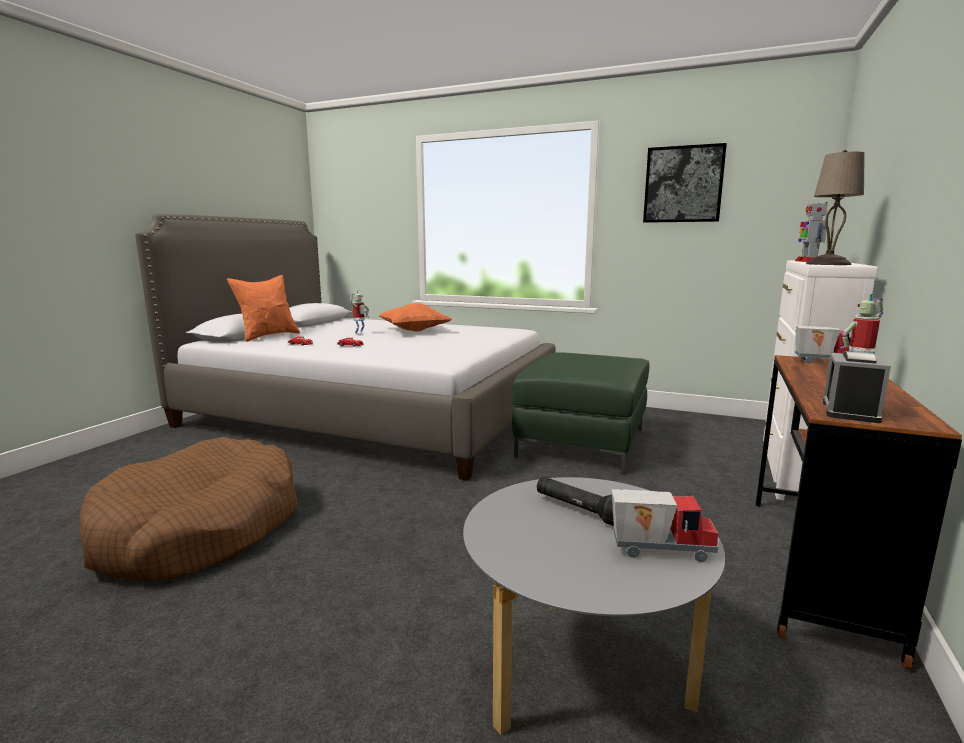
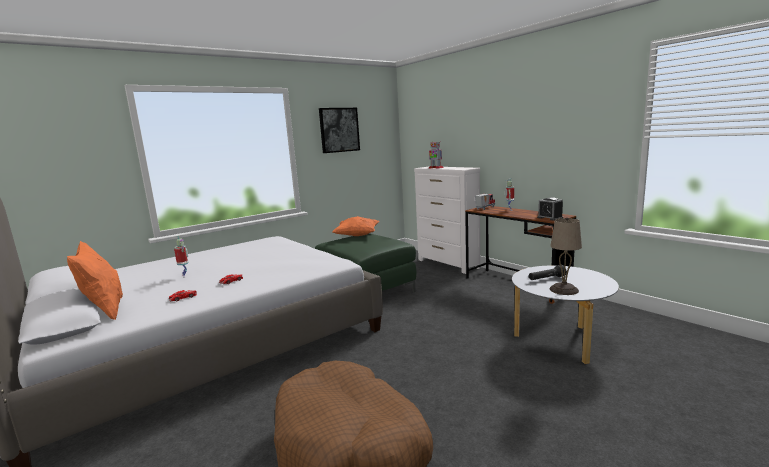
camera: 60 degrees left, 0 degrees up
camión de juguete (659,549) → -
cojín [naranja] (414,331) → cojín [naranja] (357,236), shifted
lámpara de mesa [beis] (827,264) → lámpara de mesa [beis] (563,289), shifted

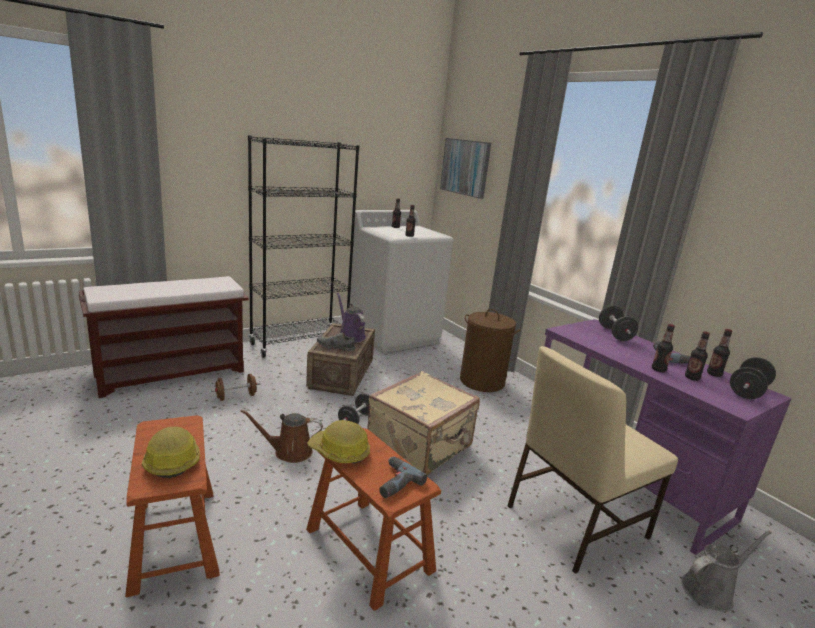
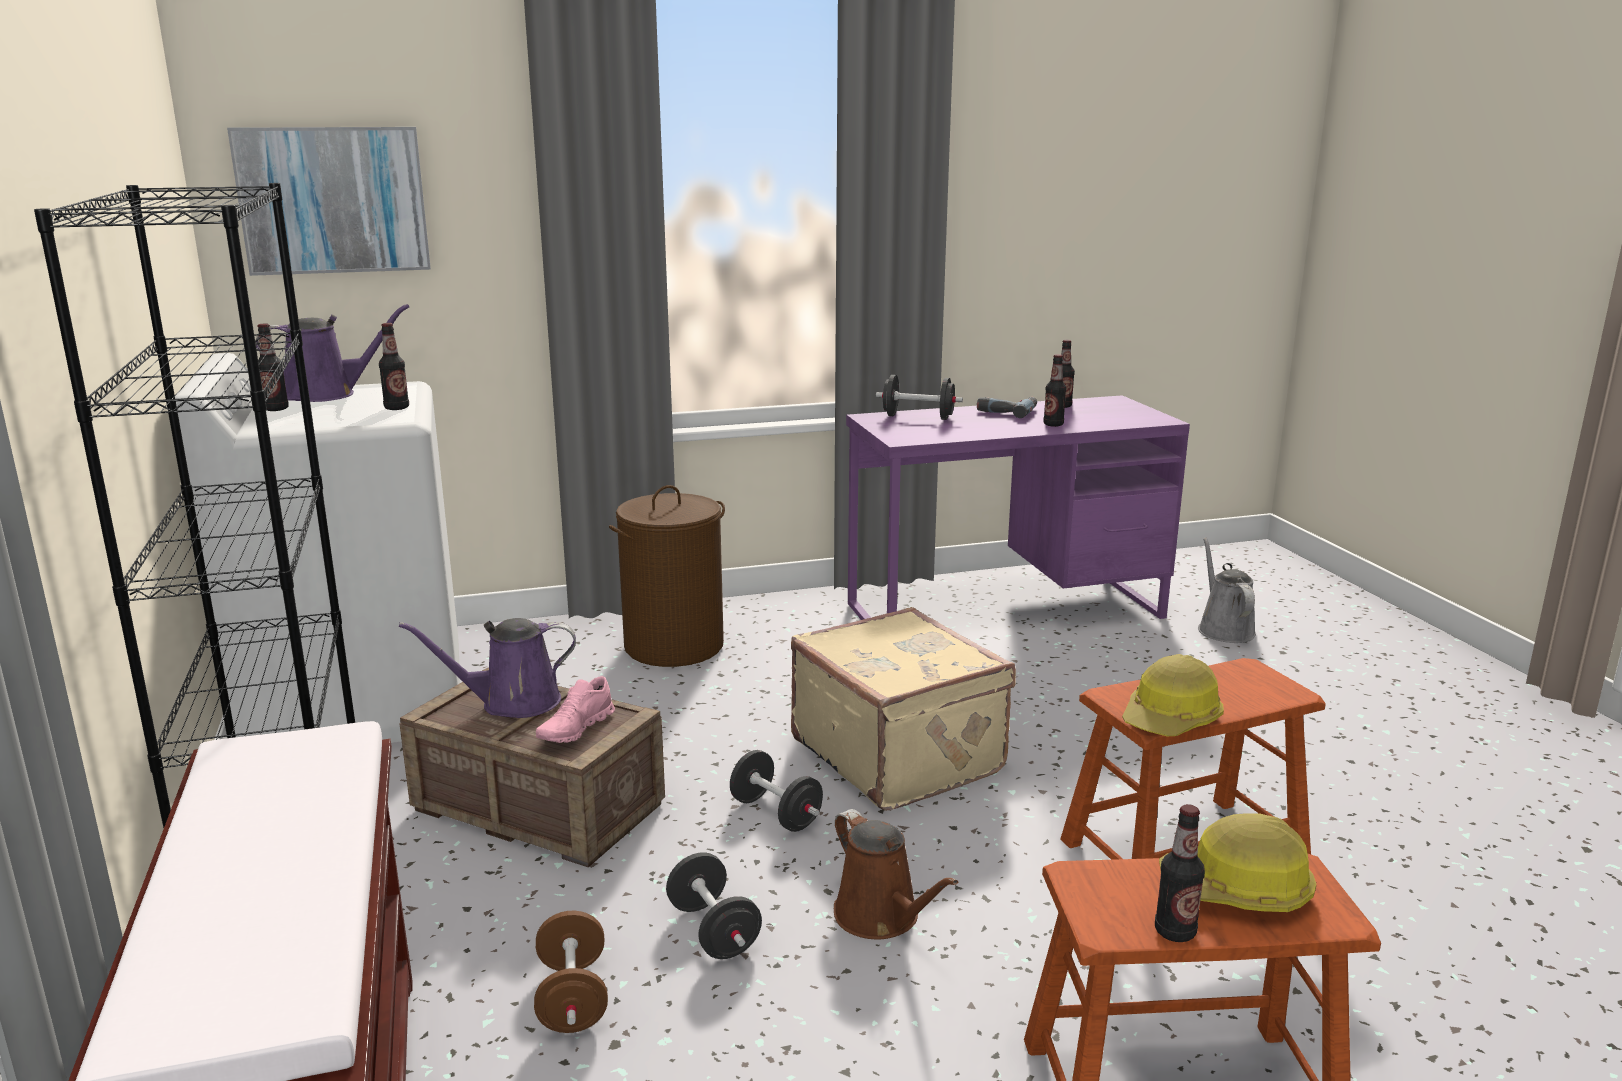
camera: 70 degrees left, 0 degrees up
taladro (393,482) → -
silla [beis] (574,521) → -
- → regadera [morado] (327,394)
botella (692,378) → botella (1175,932), shifted
mancuerna [negro] (748,391) → mancuerna [negro] (713,931), shifted
zapato [gris] (335,347) → zapato [rosa] (576,729)
regadera [marrón] (289,452) → regadera [marrón] (881,917), 45 degrees counterclockwise

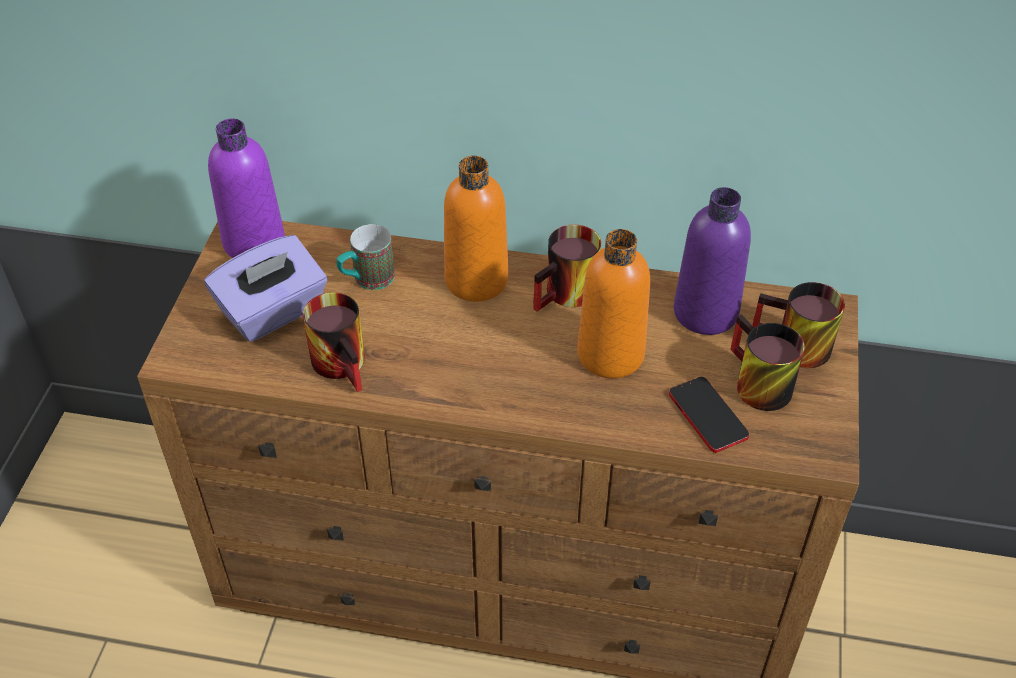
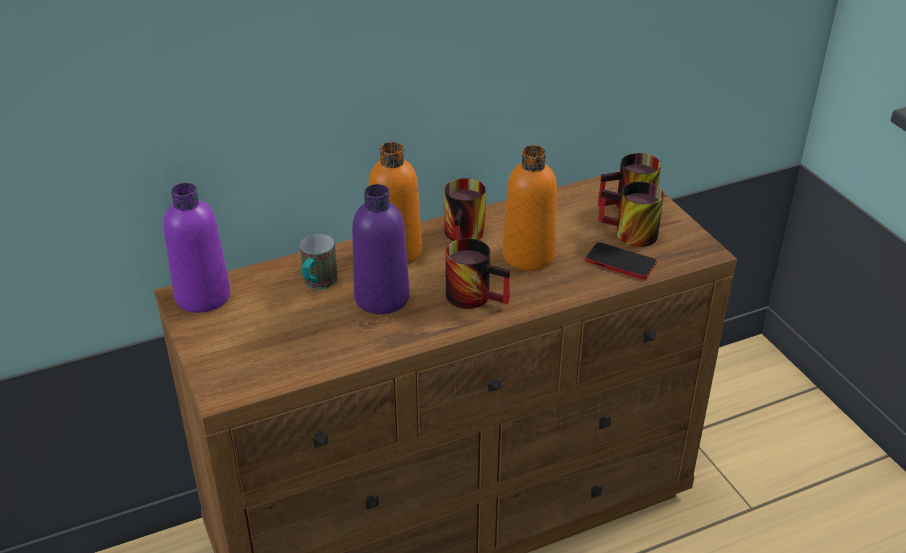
camera: 35 degrees left, 10 degrees down
caja de pañuelos [morado] (273,312) → -
taza grande (346,363) → taza grande (476,295), shifted
botella [morado] (705,312) → botella [morado] (382,298), shifted

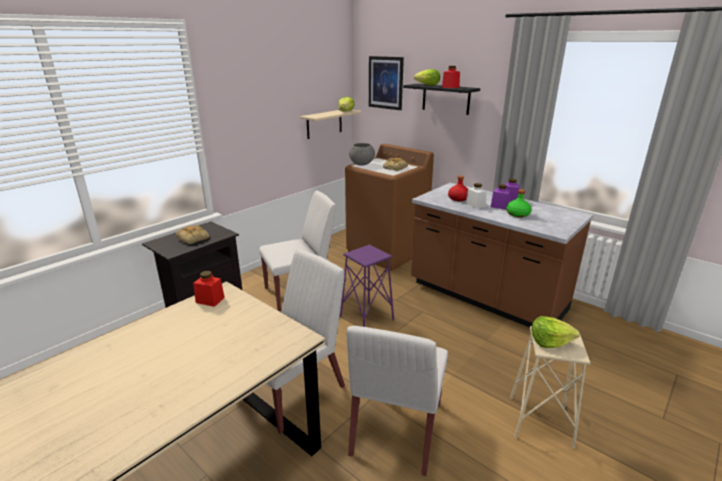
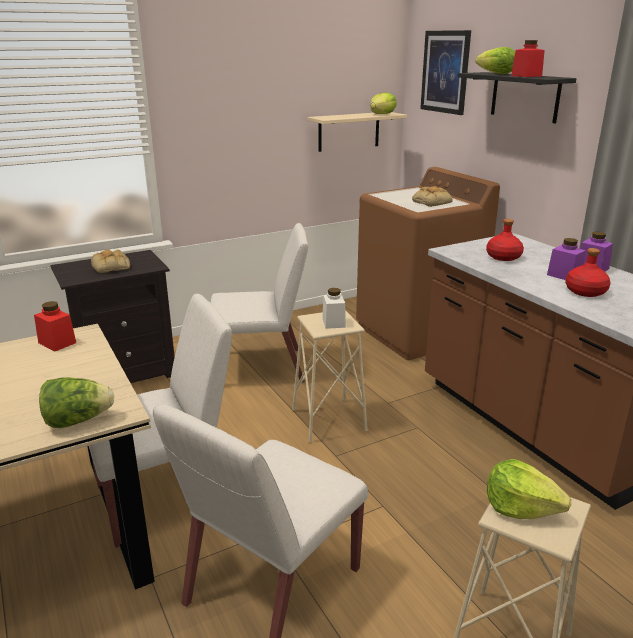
camera: 20 degrees right, 0 degrees up
cuenco [gris] (362,164) → -
- → lechuga (78,420)
tarro [blanco] (475,205) → tarro [blanco] (333,322), shifted
taburete [morado] (366,318) → taburete [beis] (328,420)
botella [verde] (517,214) → botella [rojo] (585,291)

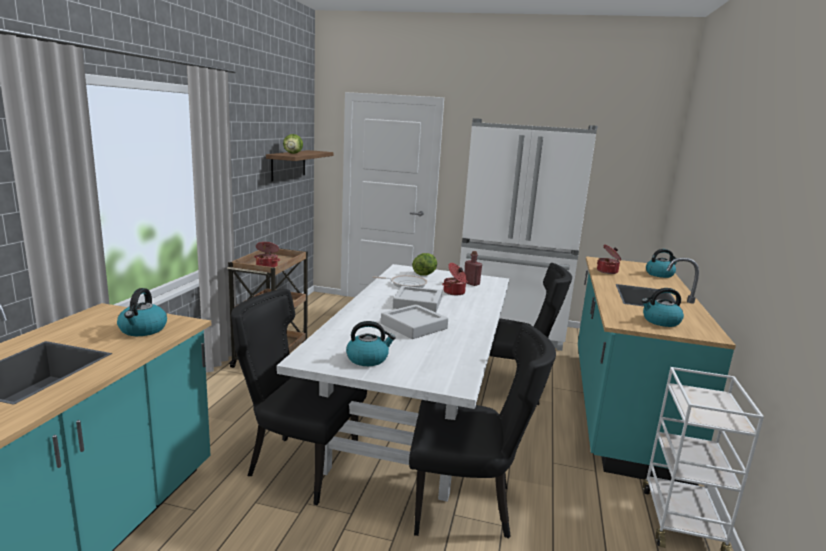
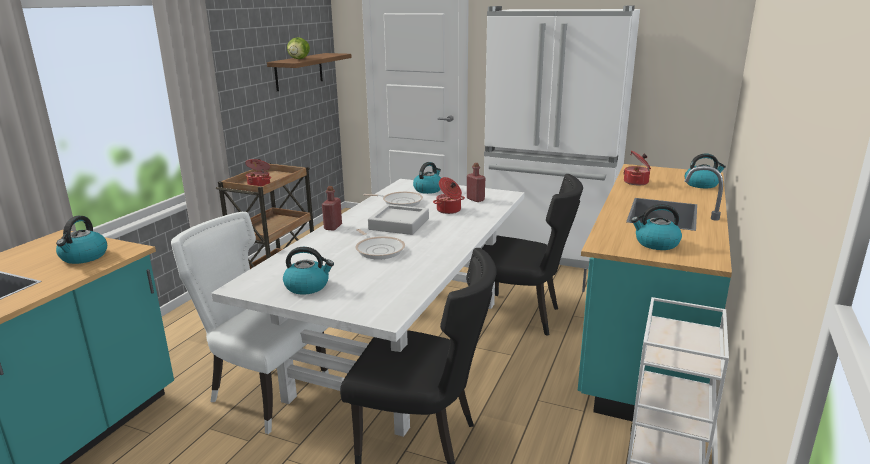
camera: 10 degrees right, 5 degrees up
- → botella [rojo] (333,227)
bandeja [gris] (414,326) → sartén (379,250)
lechuga (424,274) → hervidor (428,189)
silla [negro] (299,464) → silla [blanco] (265,392)

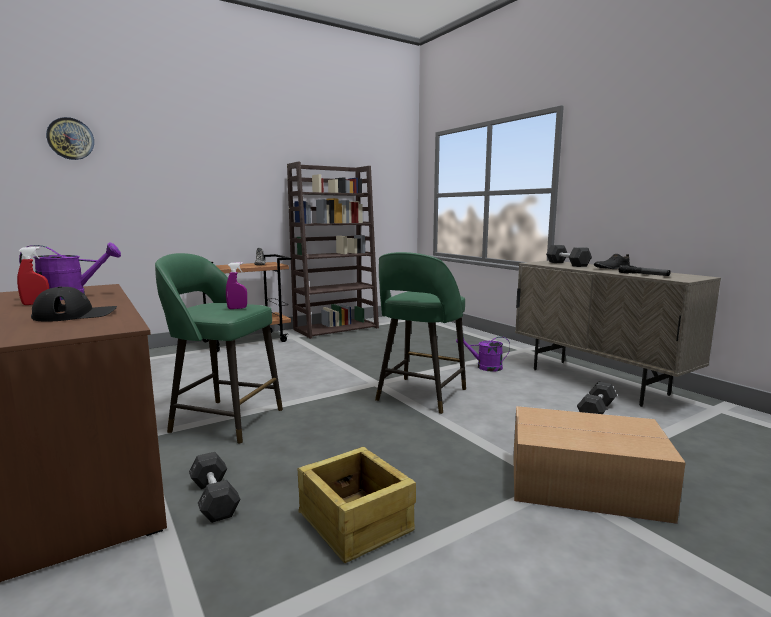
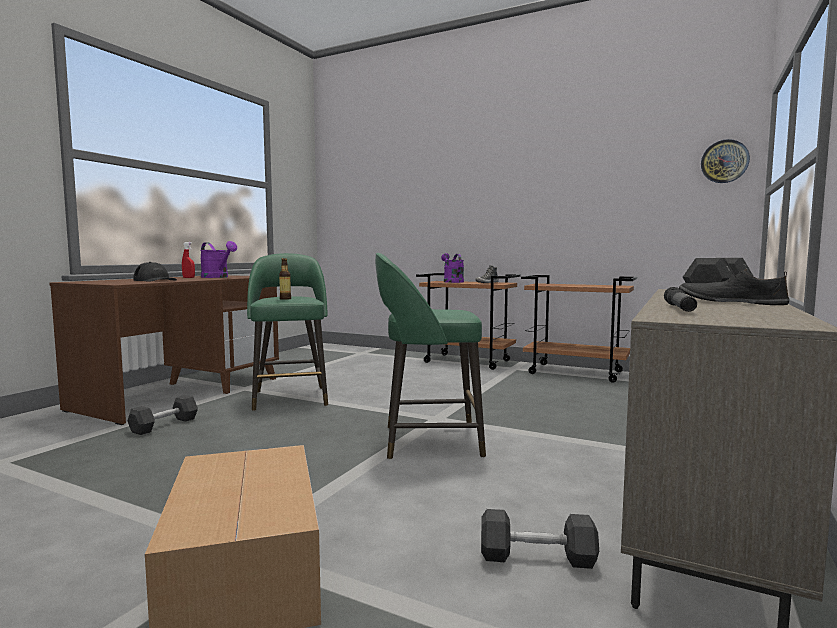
camera: 60 degrees right, 5 degrees down
caja de embalaje (355,523) → -
reloj de pared (70,139) → reloj de pared (724,161), shifted
regadera [morado] (484,367) → regadera [morado] (452,281), shifted
pulverizador [morado] (237,308) → botella (285,299)
estantería [marrón] (336,328) → carrito [marrón] (576,373)

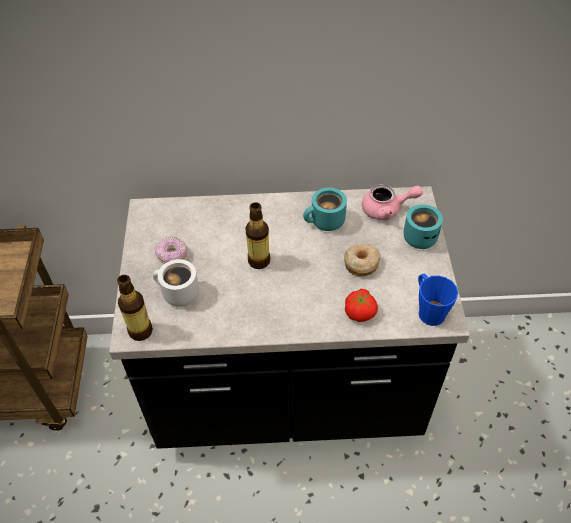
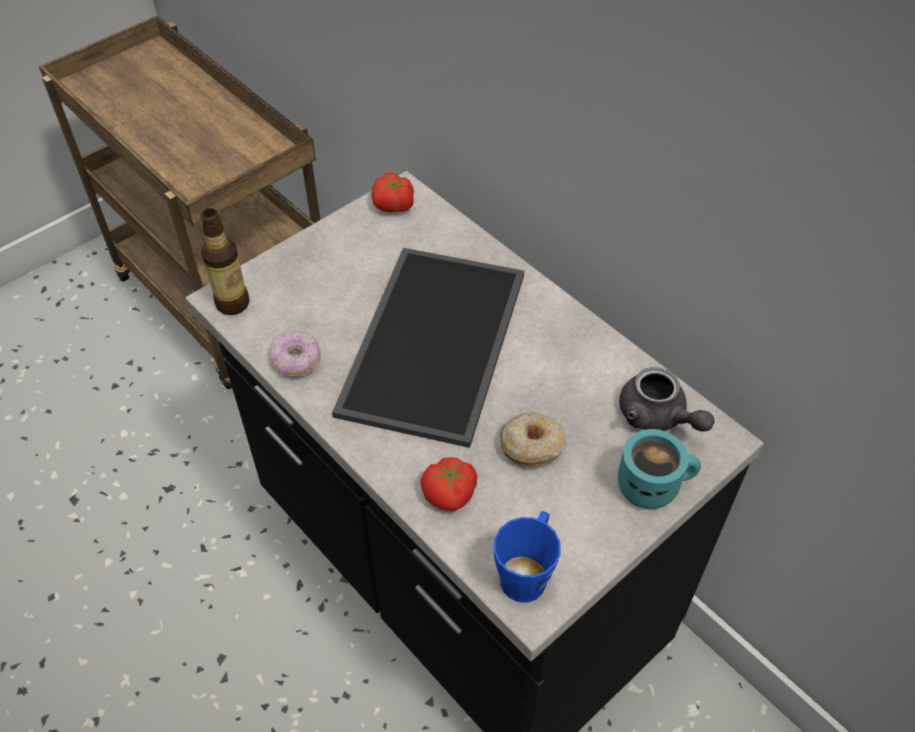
camera: 50 degrees right, 0 degrees up
taza grande [blanco] (177,294) → -
taza grande [turquesa] (325,223) → -
- → tomate (393,205)
rosquilla (172,256) → rosquilla (296,361), shifted
botella (259,261) → bandeja (431,340)
tetera [rosa] (387,209) → tetera [gris] (658,417)

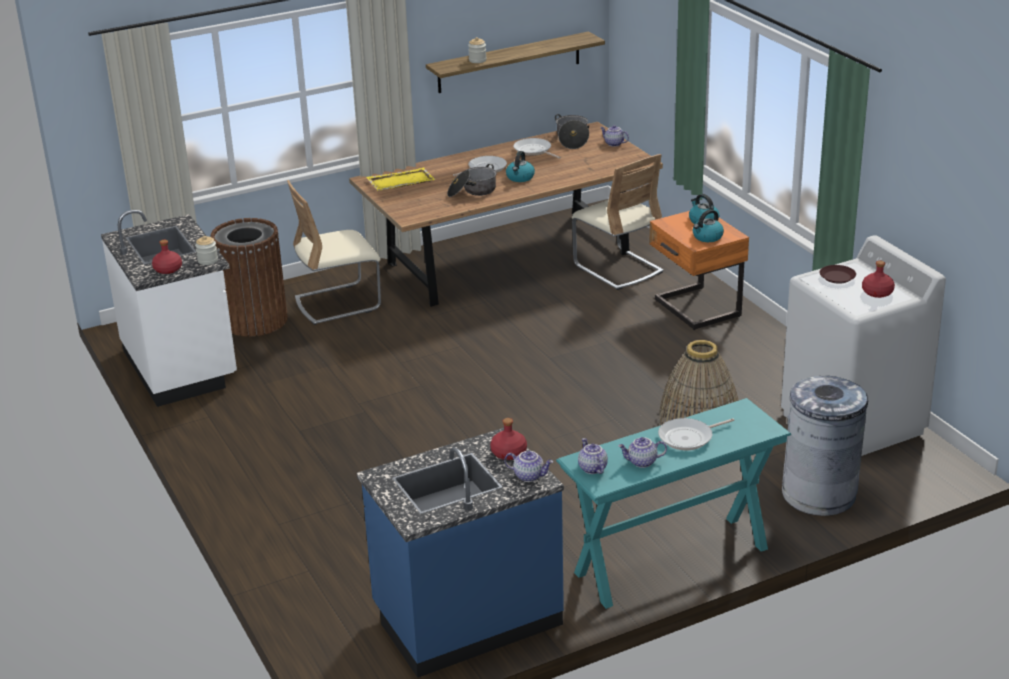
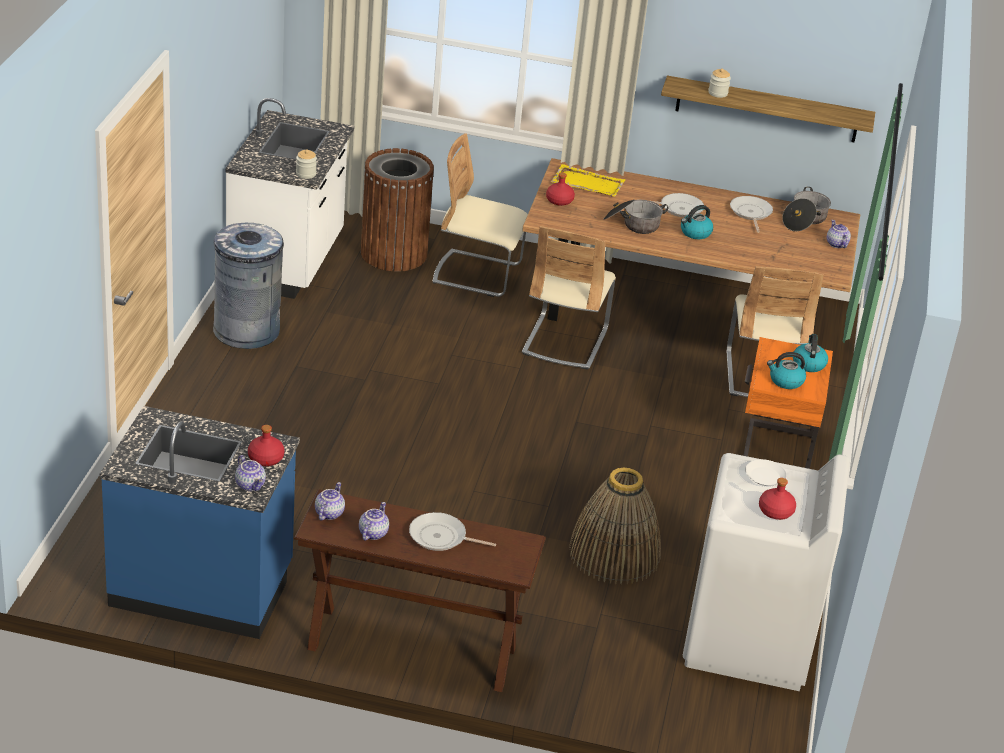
camera: 35 degrees right, 5 degrees up
- → silla [beis] (565,341)
botella [rojo] (167,269) → botella [rojo] (559,200), shifted
papelera [gris] (819,494) → papelera [gris] (247,330), shifted
mesa consola [turquesa] (671,561) → mesa consola [marrón] (411,648)
plato [marrón] (837,277) → plato [blanco] (765,477)
tetera (642,462) → tetera (372,533), 75 degrees clockwise

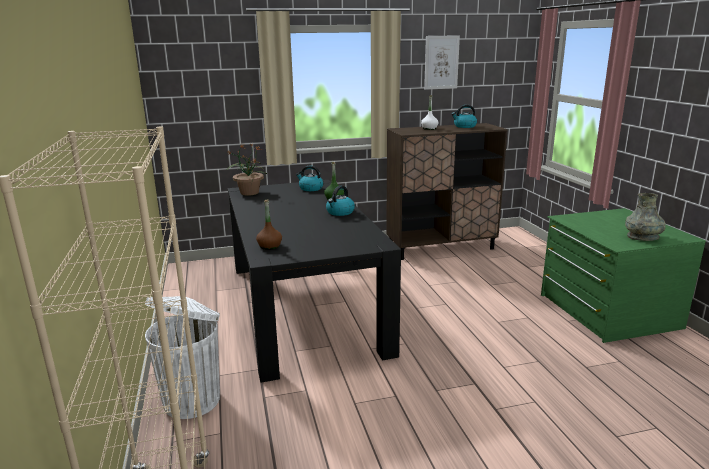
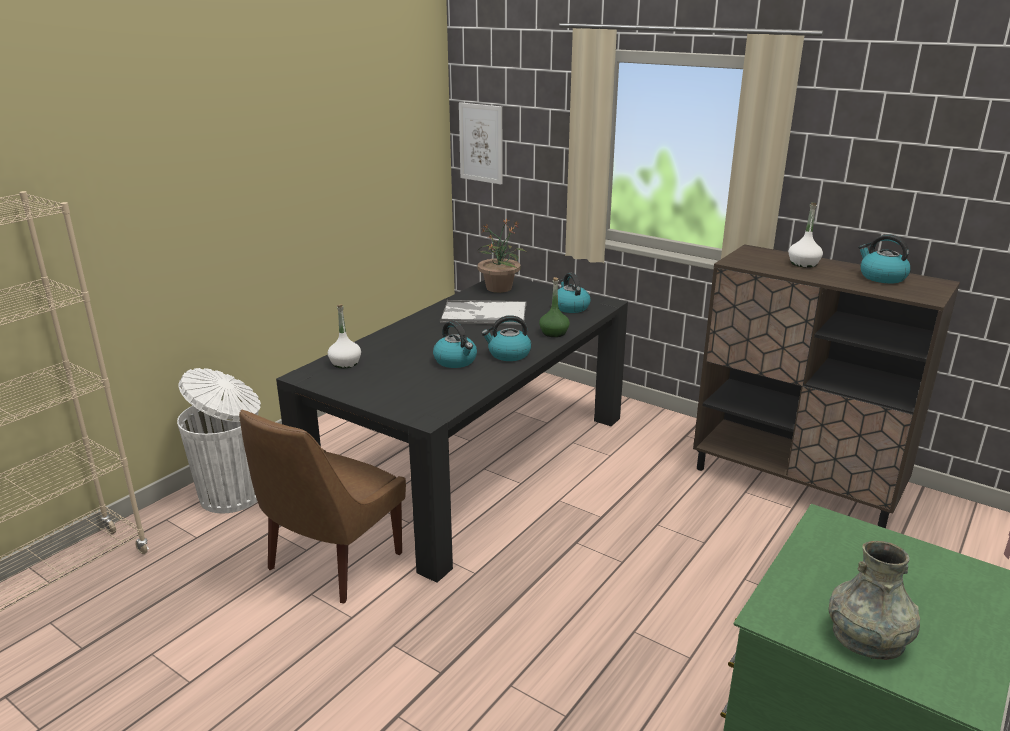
camera: 50 degrees right, 5 degrees up
- → silla [marrón] (331,564)
- → hervidor (456,361)
- → bandeja (483,314)
cuadro (441,62) → cuadro (481,143), shifted
botella [marrón] (269,246) → botella [blanco] (345,363)

